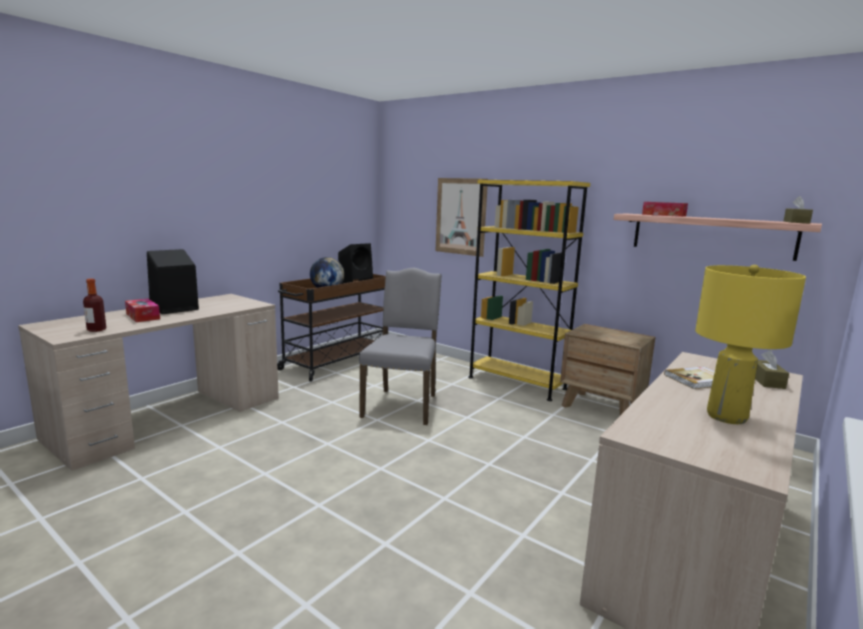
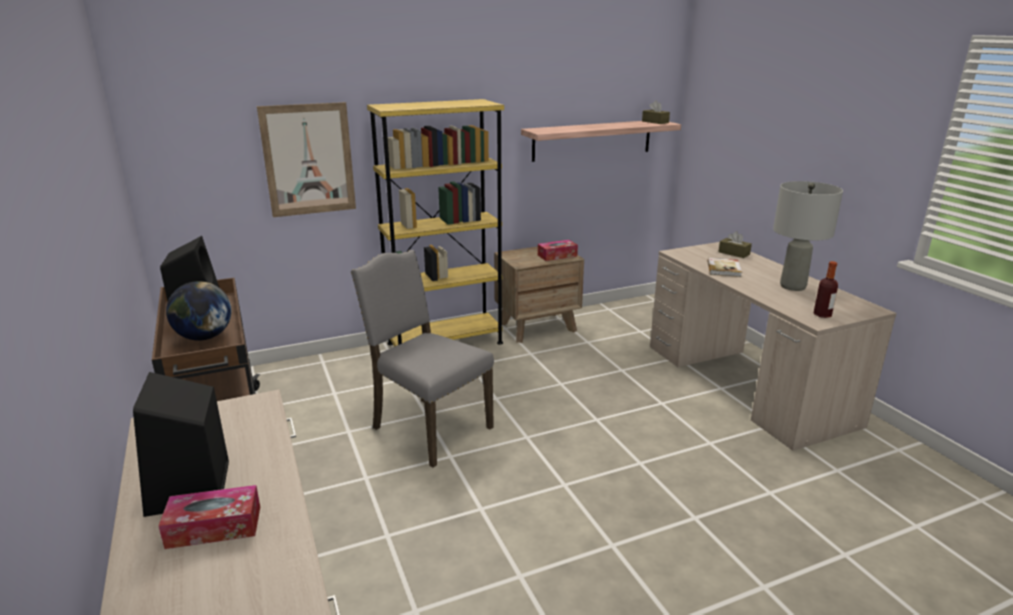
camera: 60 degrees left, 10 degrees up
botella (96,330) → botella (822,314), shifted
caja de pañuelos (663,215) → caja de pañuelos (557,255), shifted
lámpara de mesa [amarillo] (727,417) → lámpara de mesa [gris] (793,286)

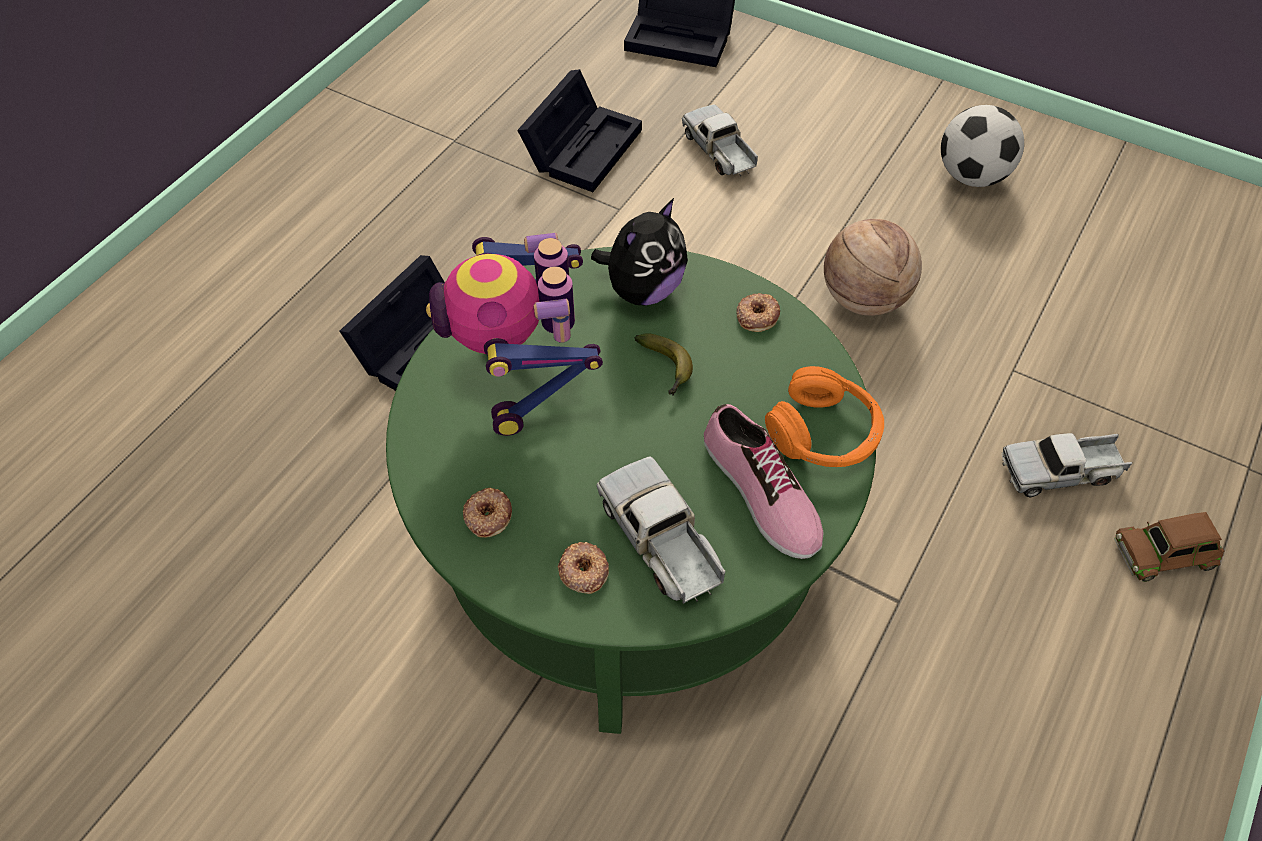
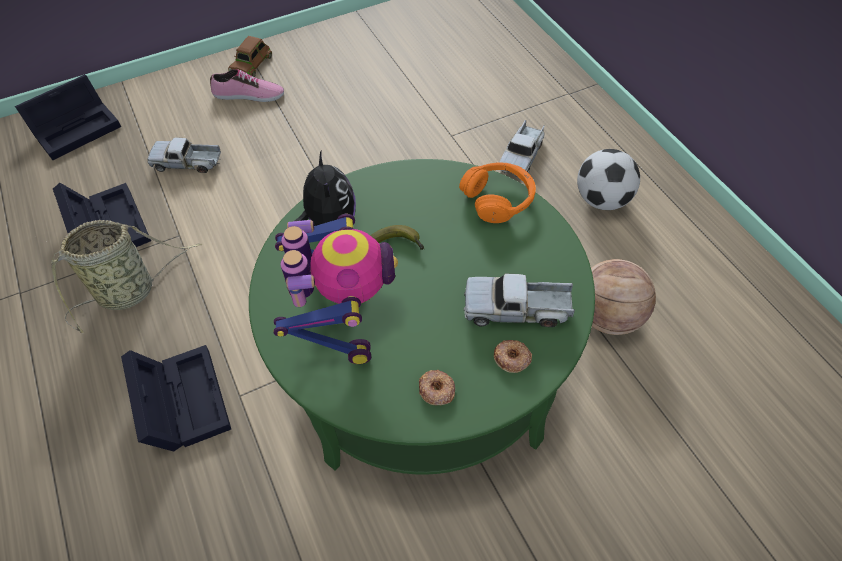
camera: 55 degrees left, 0 degrees up
rosquilla (757,315) → -
- → cesta (131,291)
zapato (759,493) → zapato (249,95), shifted
balón de baloncesto (864,299) → balón de baloncesto (608,317), shifted
balón de fútbol (972,176) → balón de fútbol (602,200), shifted
coche de juguete [marrón] (1165,551) → coche de juguete [marrón] (251,64), shifted
robot de juguete (523,373) → robot de juguete (341,316), 120 degrees counterclockwise

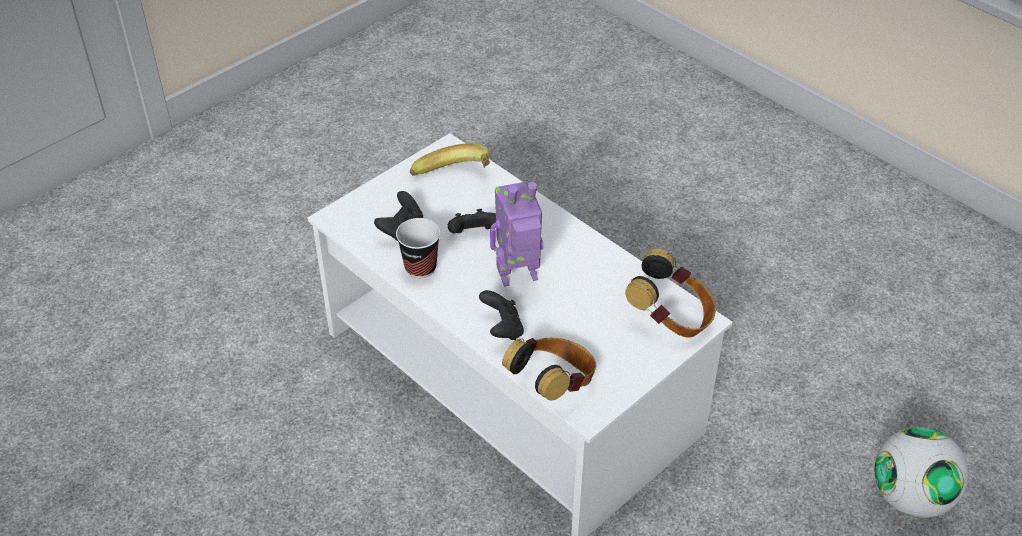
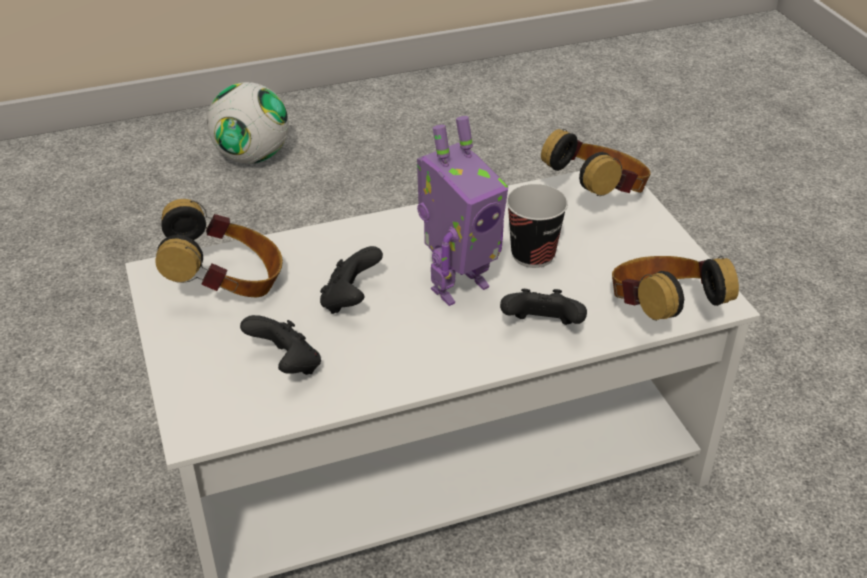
camera: 65 degrees left, 5 degrees down
taza (420,267) → taza (533,255), shifted
balón de fútbol (910,498) → balón de fútbol (252,157), shifted
plátano (455,180) → auriculares (227,285)
robot de juguete (519,277) → robot de juguete (457,286), 135 degrees counterclockwise

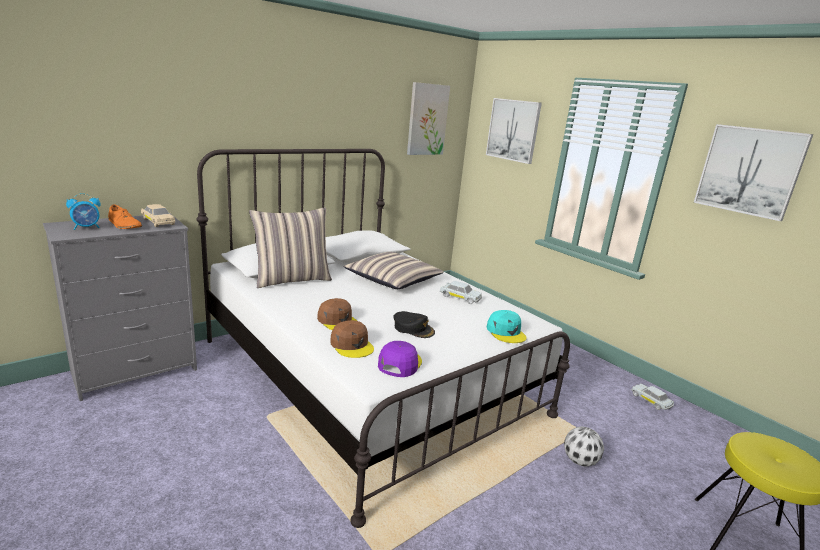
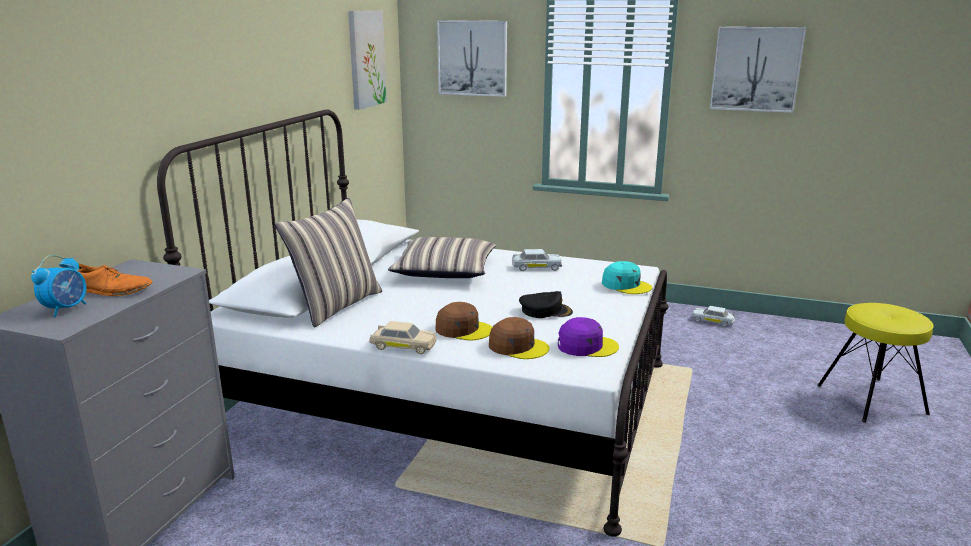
camera: 30 degrees left, 0 degrees up
balón de fútbol (580,461) → -
coche de juguete [beis] (158,222) → coche de juguete [beis] (403,346), shifted
gorra [morado] (399,363) → gorra [morado] (586,346), 105 degrees clockwise

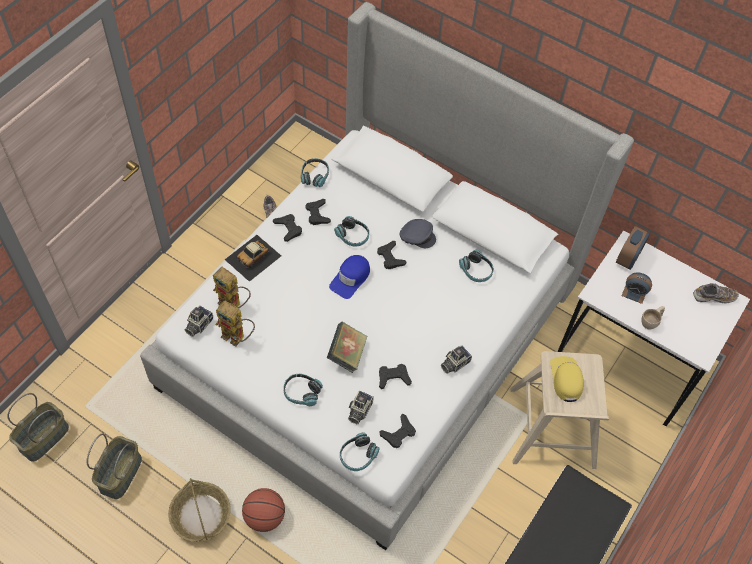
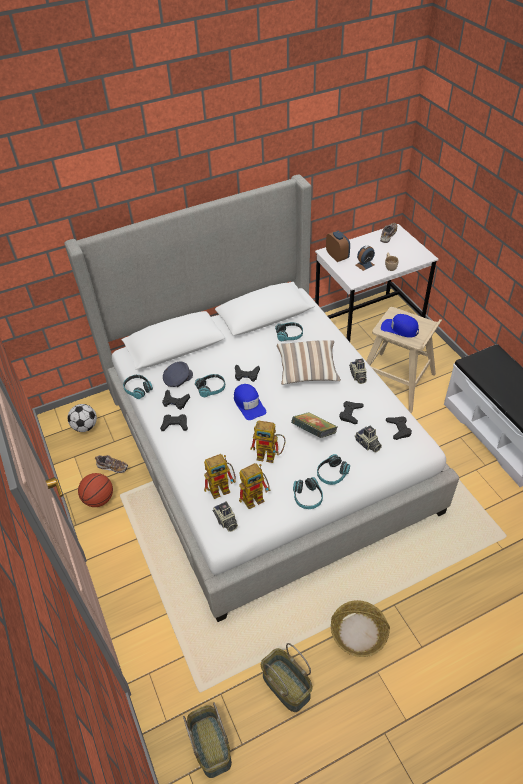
camera: 55 degrees left, 10 degrees down
coche de juguete (253,257) → -
- → balón de fútbol (85,426)
- → robot de juguete (270,455)
- → cojín (307,370)
balón de baloncesto (264,517) → balón de baloncesto (99,499), shifted
auriculares (358,455) → auriculares (307,497), shifted
gorra [gris] (417,236) → gorra [gris] (177,378), shifted
gorra [amarillo] (566,379) → gorra [azul] (399,329)

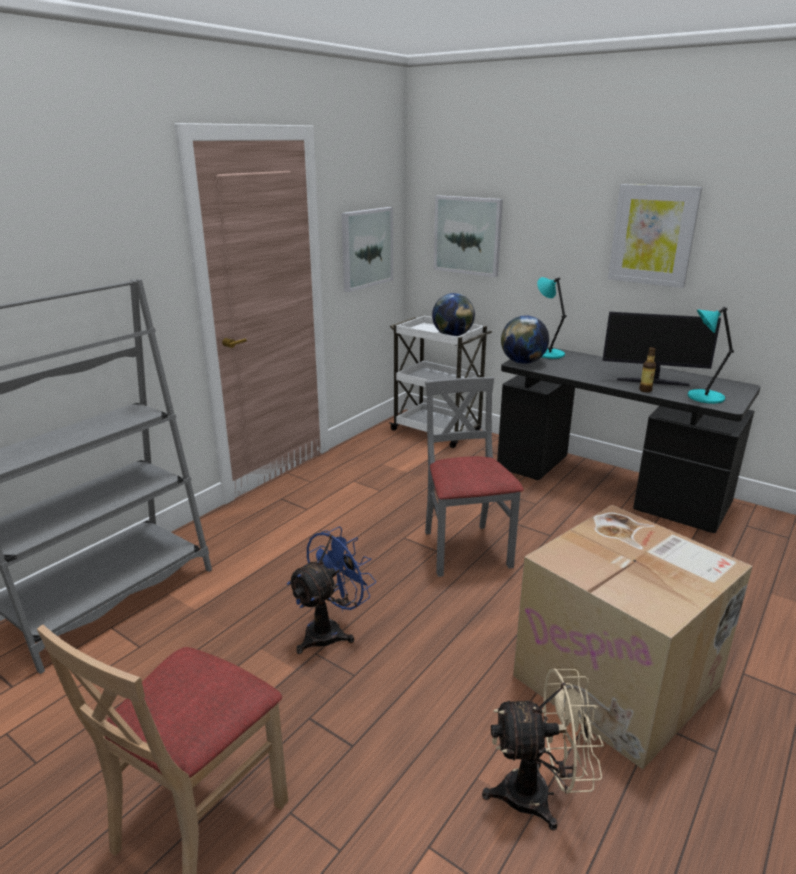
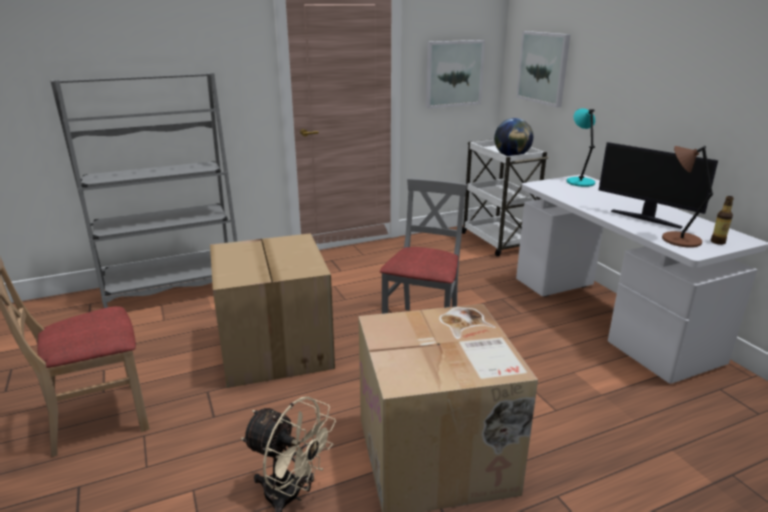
camera: 30 degrees right, 0 degrees up
globo terráqueo (522,362) → -
cuadro (653,235) → -
botella (645,390) → botella (718,242), shifted
ventilador [azul] (330,631) → caja de cartón (273,348)
escritorio [negro] (608,485) → escritorio [blanco] (607,317)
lámpara de mesa [turquesa] (703,397) → lámpara de mesa [marrón] (678,240)

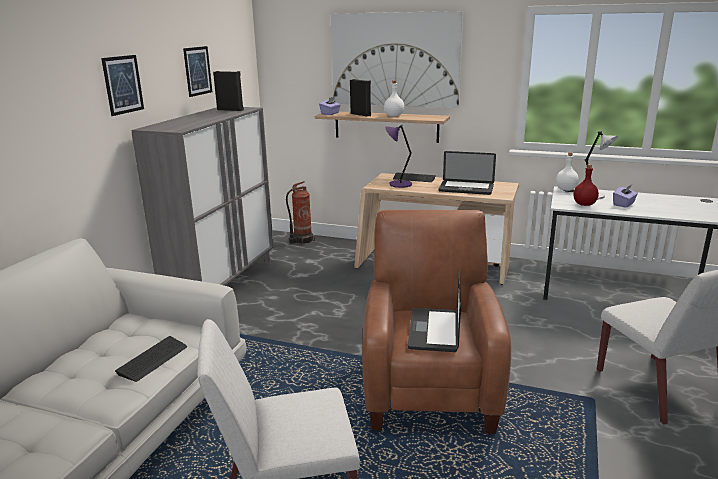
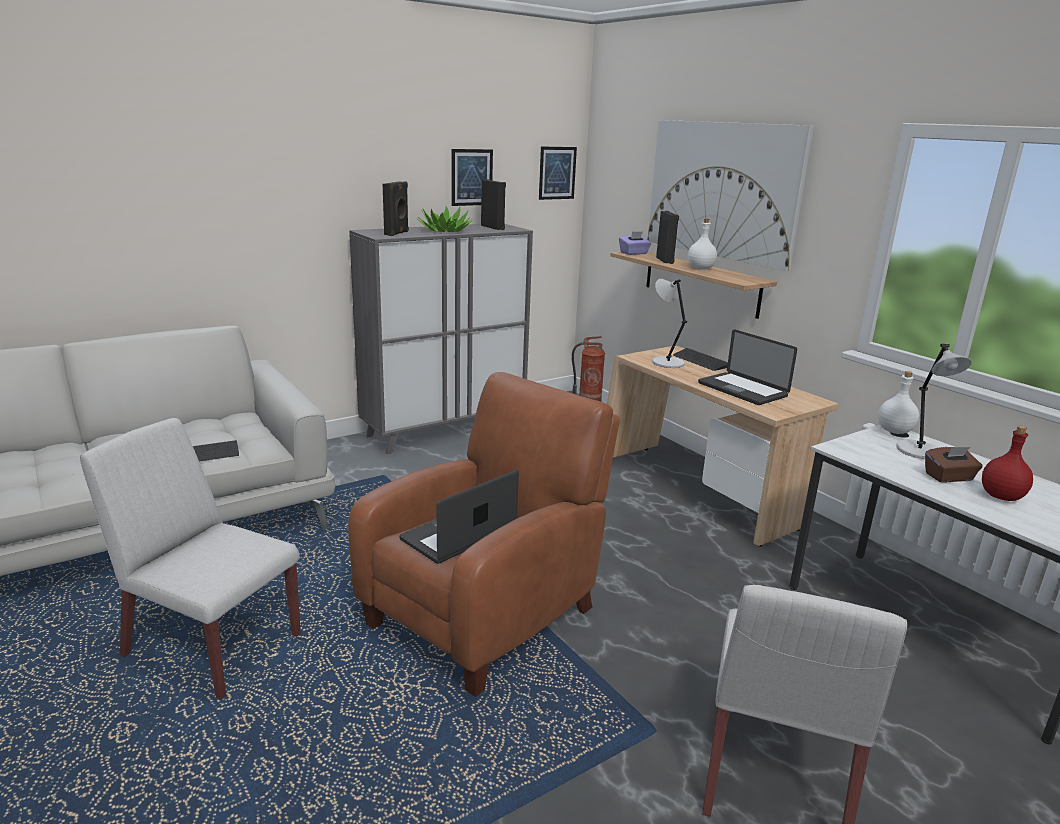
camera: 35 degrees right, 0 degrees up
- → altavoz [negro] (397,233)
- → planta en maceta (445,231)
cuadro (123,84) → cuadro (557,173), shifted
botella [rojo] (584,204) → botella [rojo] (1000,496), shifted
lámpara de mesa [morado] (399,184) → lámpara de mesa [gris] (666,362)
caja de pañuelos [morado] (624,204) → caja de pañuelos [marrón] (949,477)

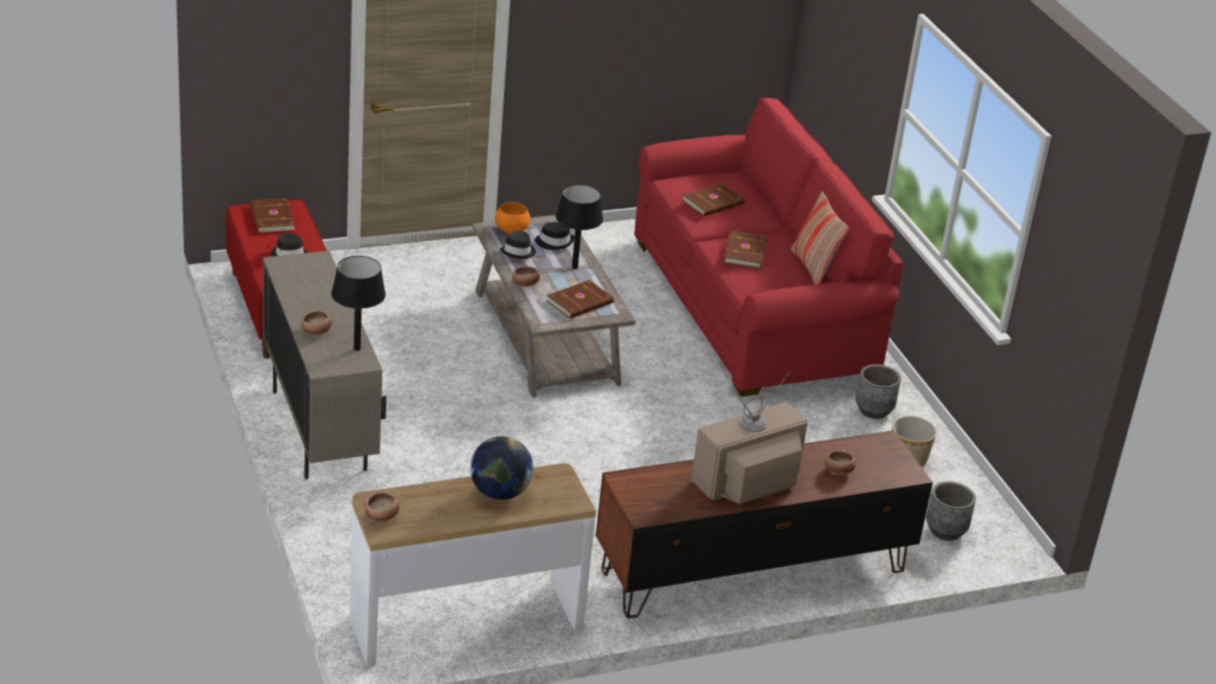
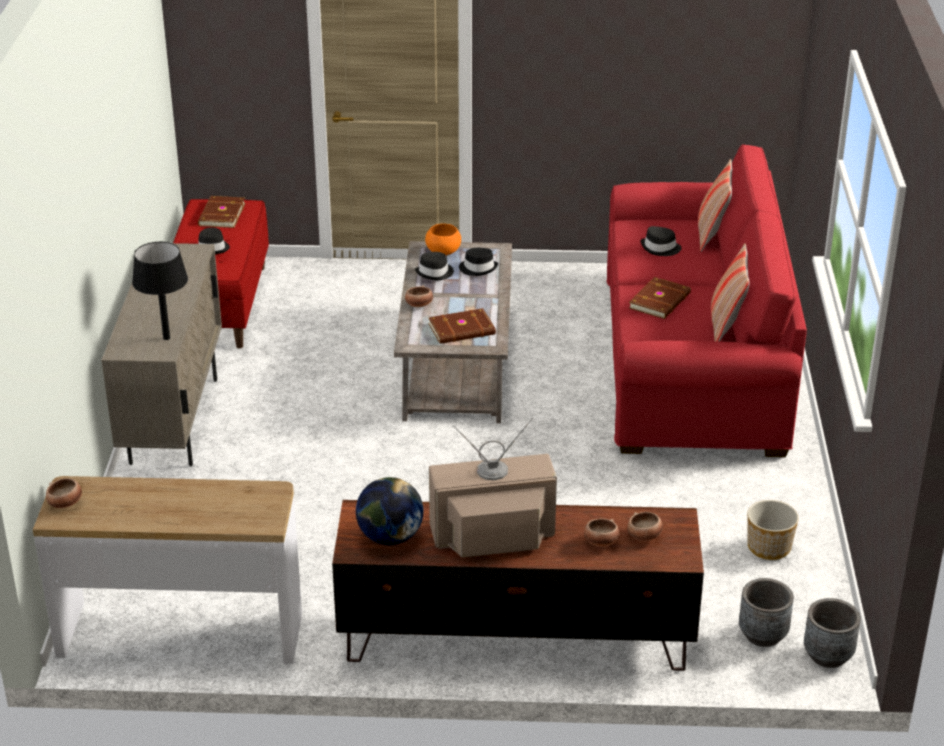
camera: 25 degrees right, 0 degrees up
lámpara de mesa [negro] (575,267) → -
- → cojín (712,235)
cuenco (316,332) → cuenco (644,536), shifted
globo terráqueo (499,493) → globo terráqueo (390,537), shifted
maceta [gris] (874,410) → maceta [gris] (828,655), shifted
libro [marrón] (714,203) → sombrero [negro] (660,248)

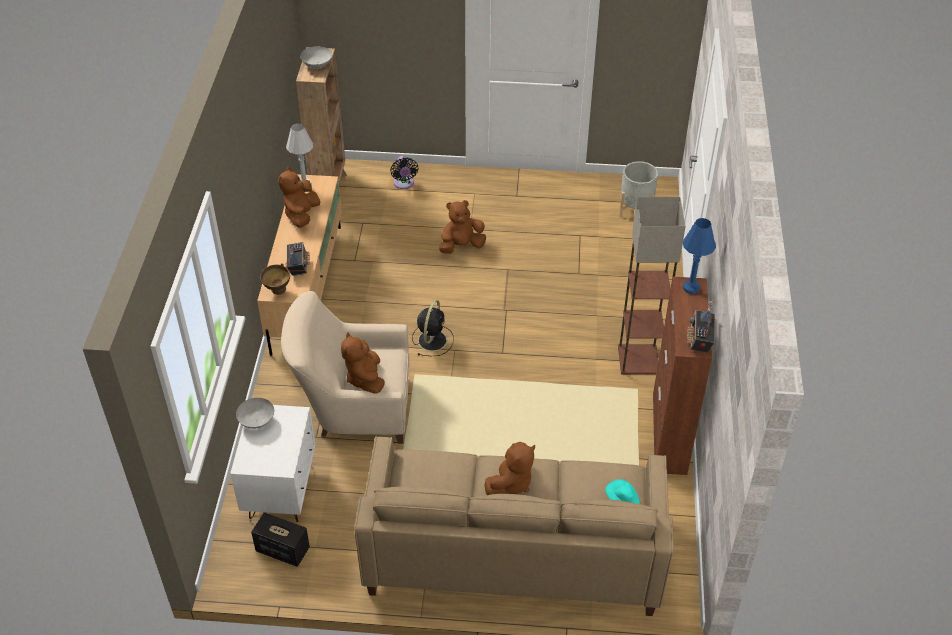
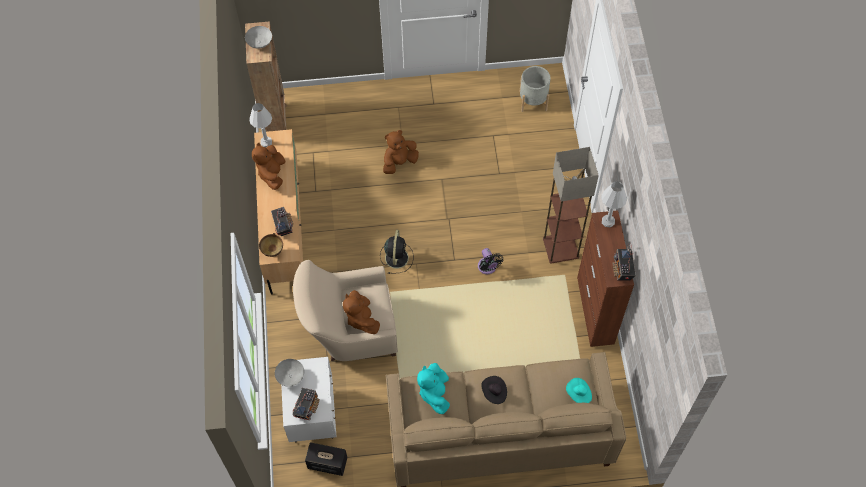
camera: 10 degrees left, 15 degrees up
- → radio (307,407)
- → peluche [turquesa] (434,393)
ventilador [negro] (404,184) → ventilador [negro] (488,268), shifted
peluche [marrón] (511,482) → sombrero [negro] (494,392)
lámpara de mesa [azul] (691,288) → lámpara de mesa [blanco] (608,221)

